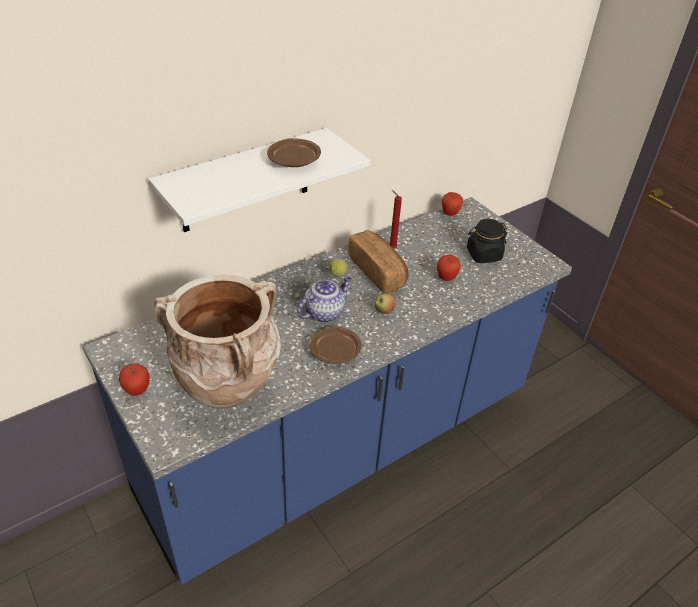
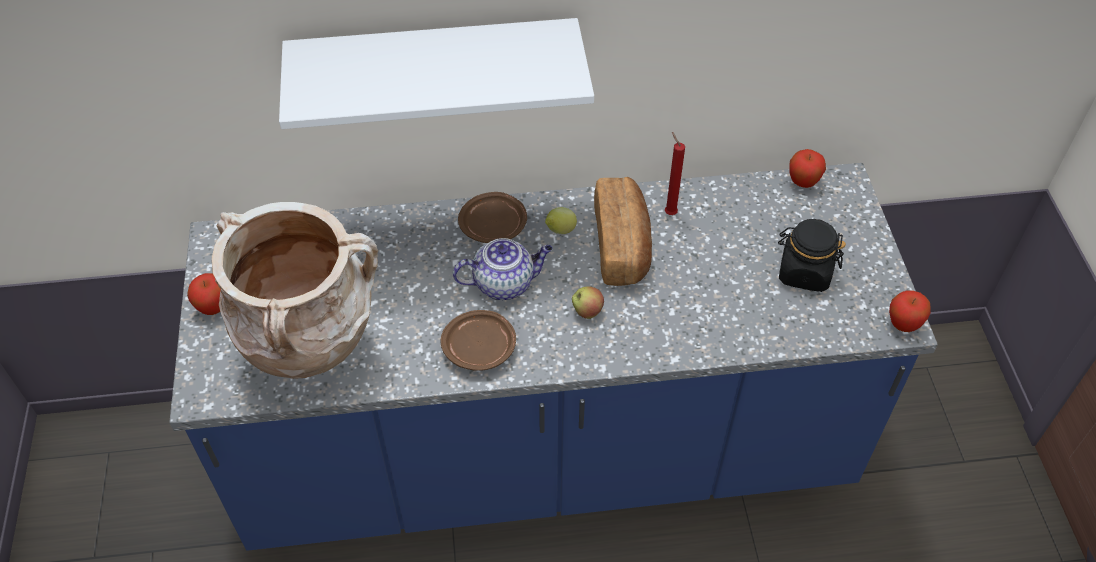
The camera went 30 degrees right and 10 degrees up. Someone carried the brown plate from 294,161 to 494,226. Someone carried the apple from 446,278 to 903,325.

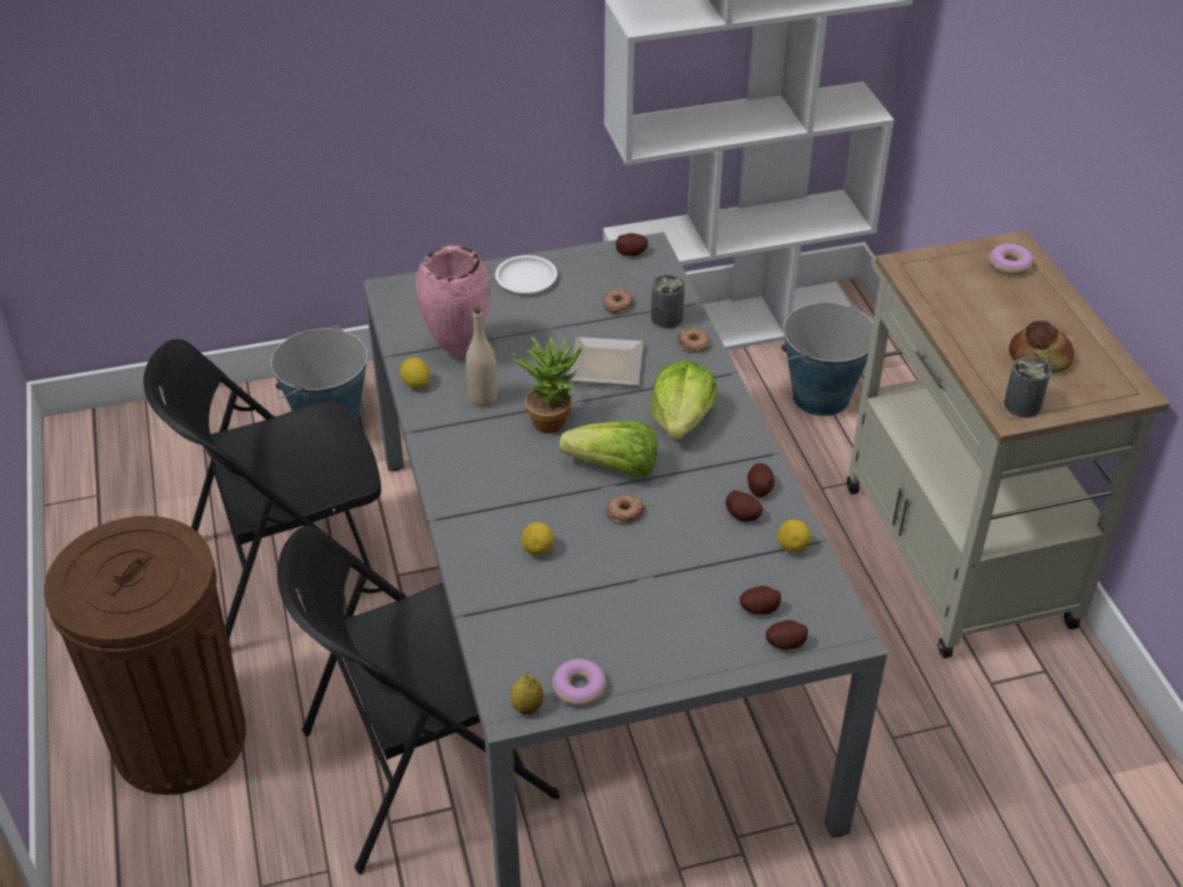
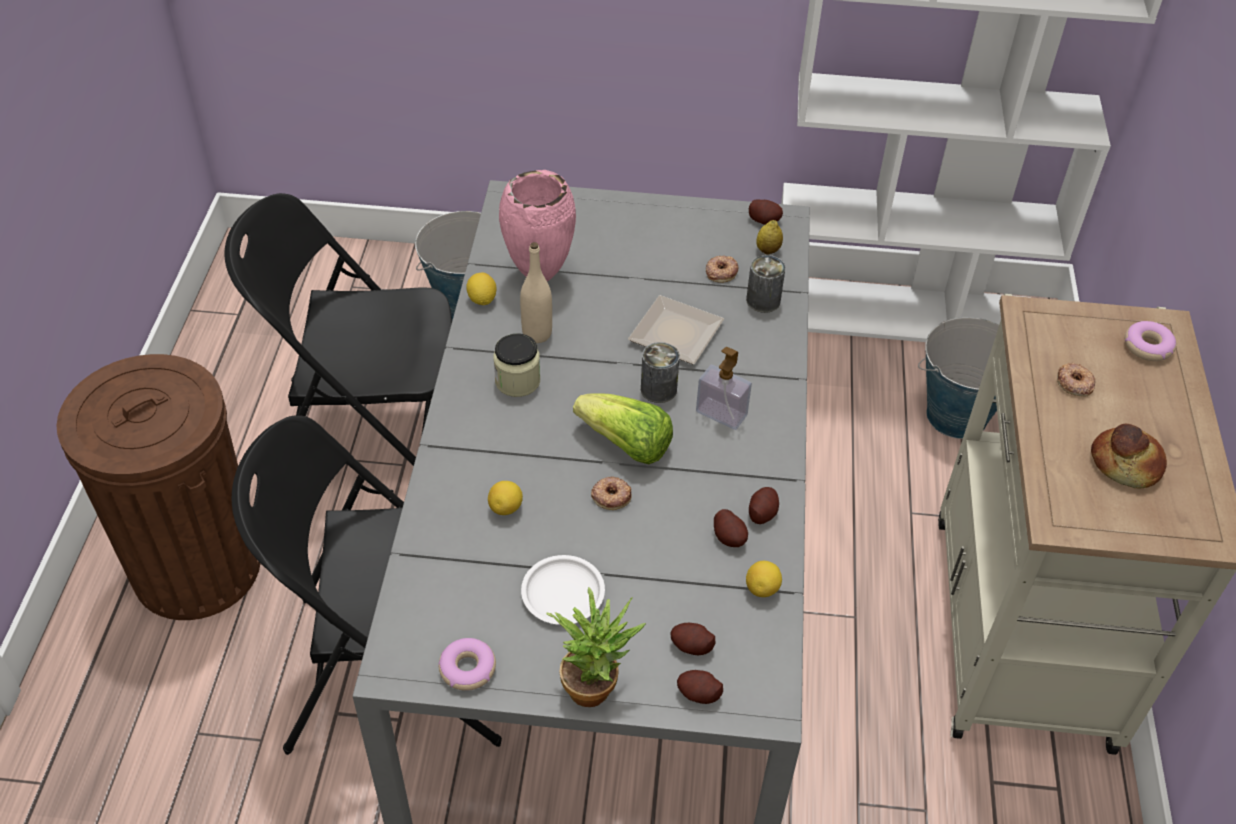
The camera went 20 degrees right and 5 degrees up. Someone carried the white plate from 526,278 to 563,593. Someone carried the donut from 693,344 to 1074,383. Someone carried the potted plant from 551,418 to 595,684. Someone carried the can from 1022,405 to 658,389. Someone swapped the lettuce at 682,419 for the soap dispenser at 721,413. Someone carried the lemon from 527,707 to 768,250. Someone put down the jar at 517,381.

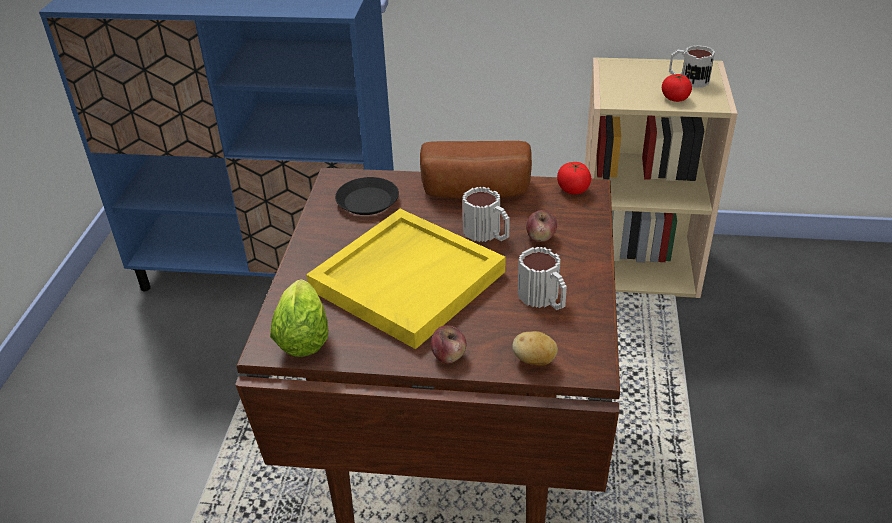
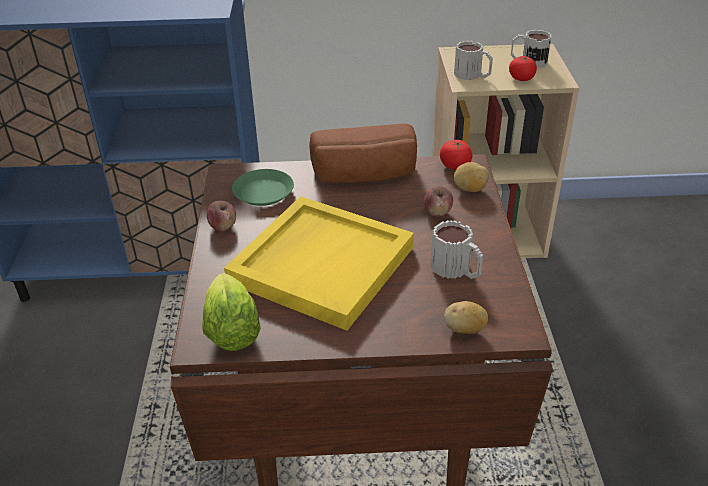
The camera went 10 degrees left and 0 degrees up. Someone repainted the black plate at 367,201, which became the green plate at 263,192. Someone carried the mug from 487,234 to 472,75. Someone carried the apple from 449,356 to 223,226. Someone put down the potato at 469,189.

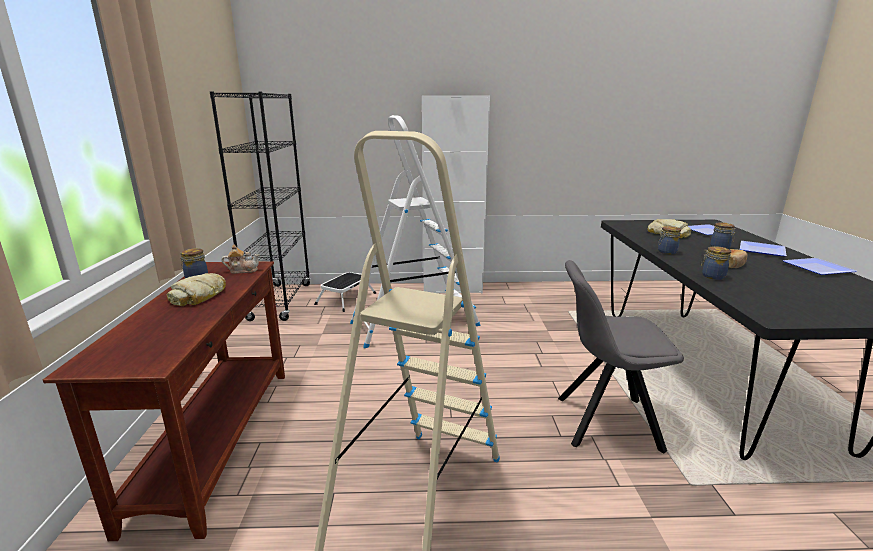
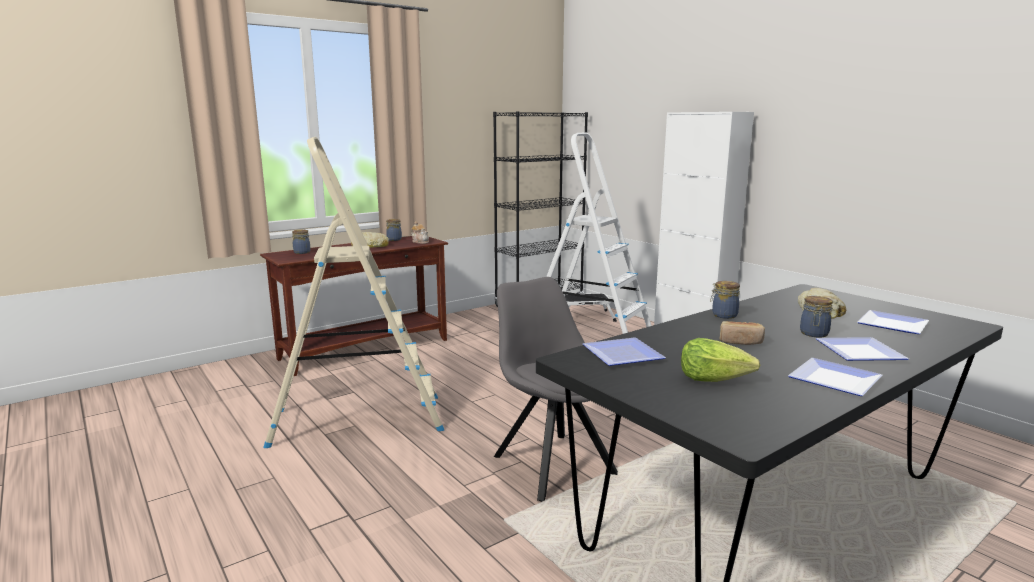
The camera went 55 degrees right and 5 degrees down. Someone carried the jar from 712,276 to 302,252. Someone put down the plate at 623,354. Someone put down the lettuce at 713,379.

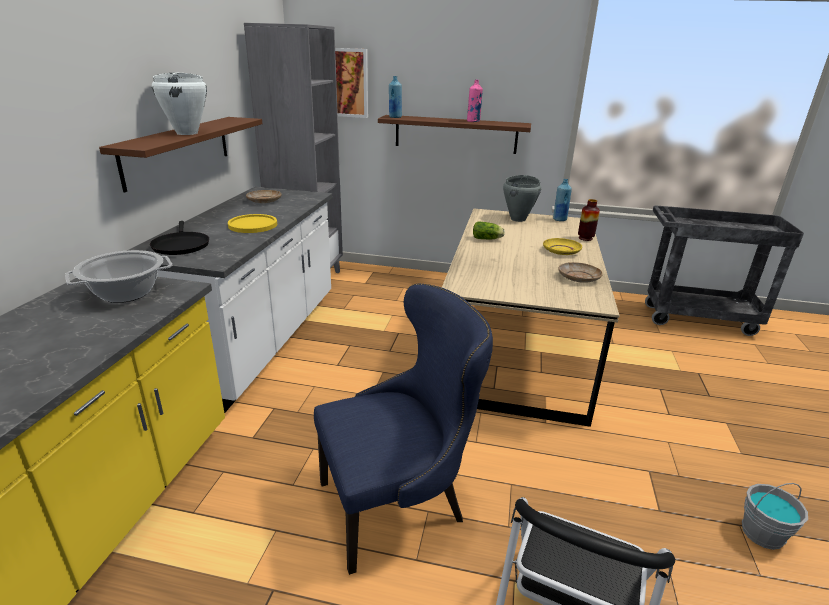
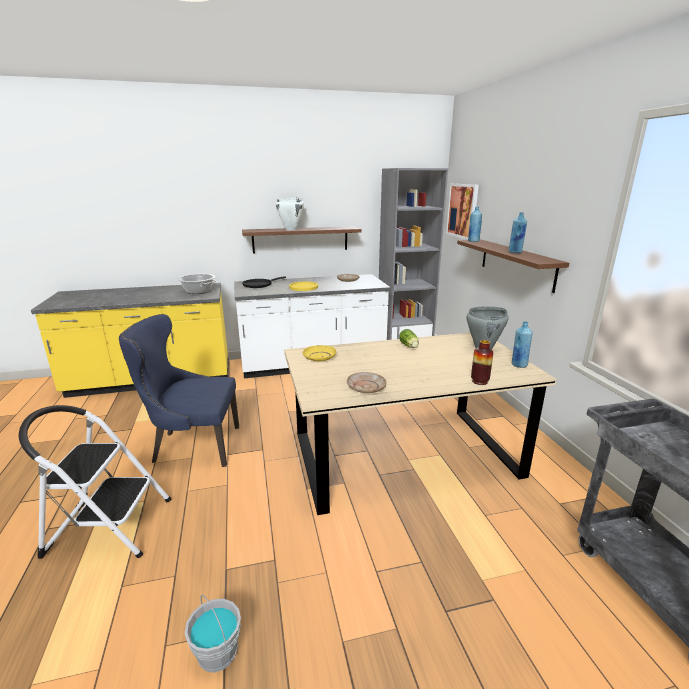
The camera went 65 degrees right and 5 degrees down. Someone repainted the pink bottle at 473,121, which became the blue bottle at 515,252. Someone carried the yellow plate from 561,251 to 319,357. Someone rotated the blue chair at 397,505 by 135 degrees clockwise.

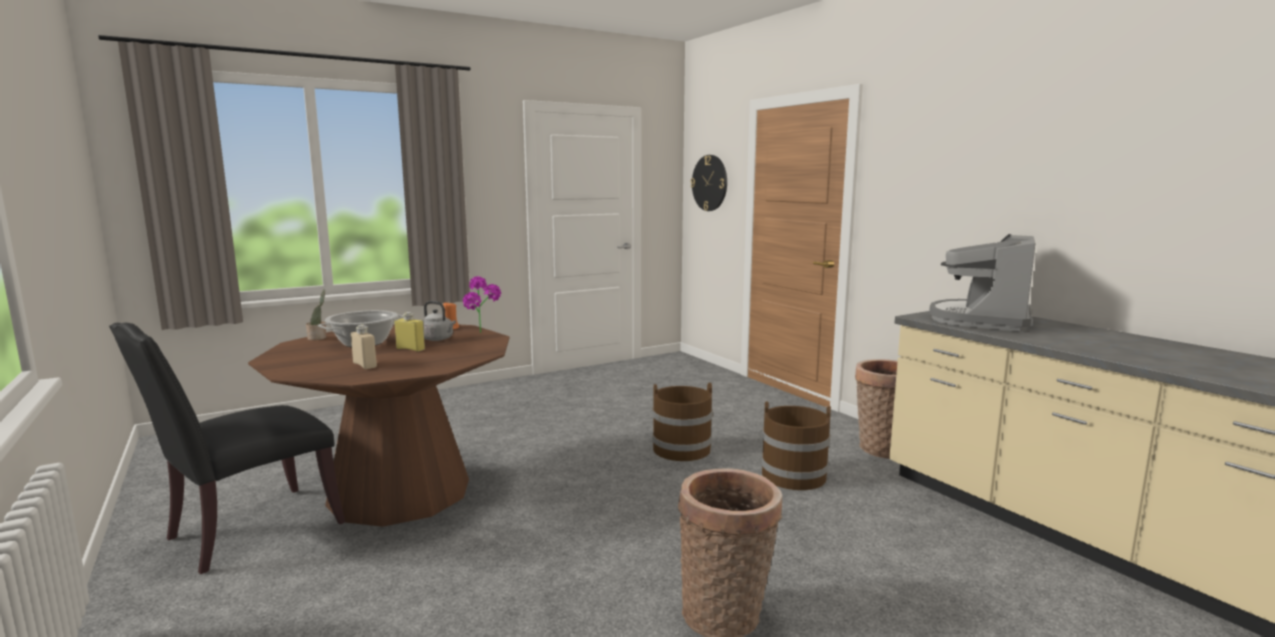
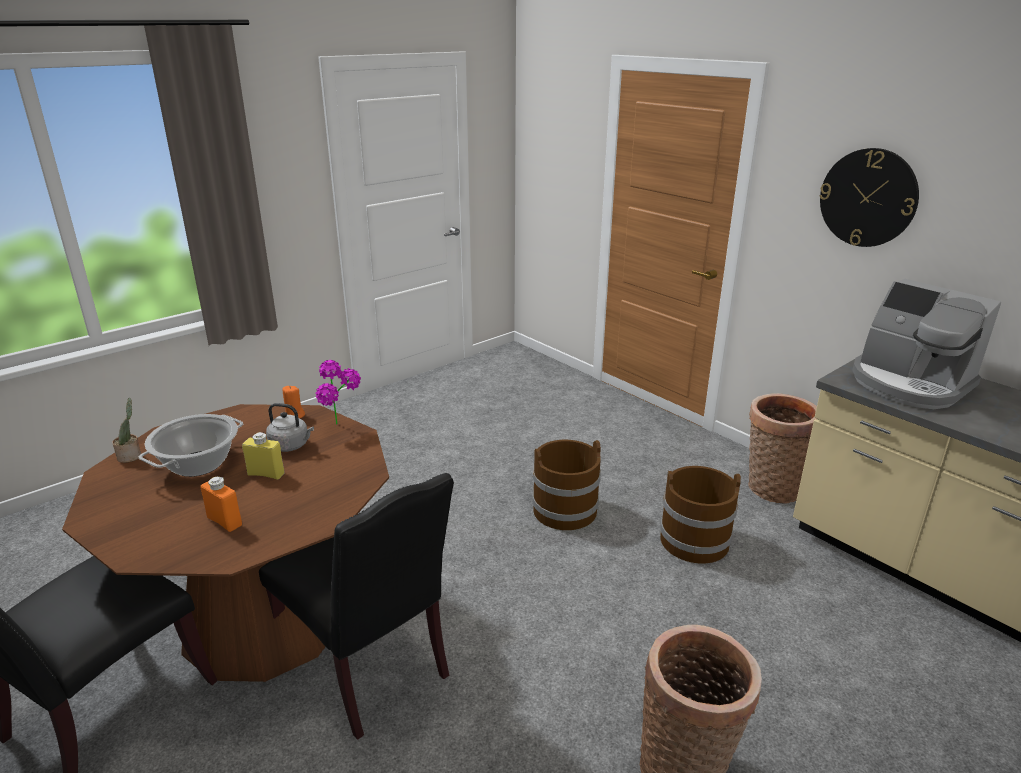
The camera went 10 degrees left and 15 degrees up. Someone carried the wall clock from 710,183 to 868,198. Someone rotated the coffee machine at 981,320 by 60 degrees counterclockwise. Someone repainted the beige bottle at 364,365, which became the orange bottle at 224,521. Someone put down the black chair at 368,667.

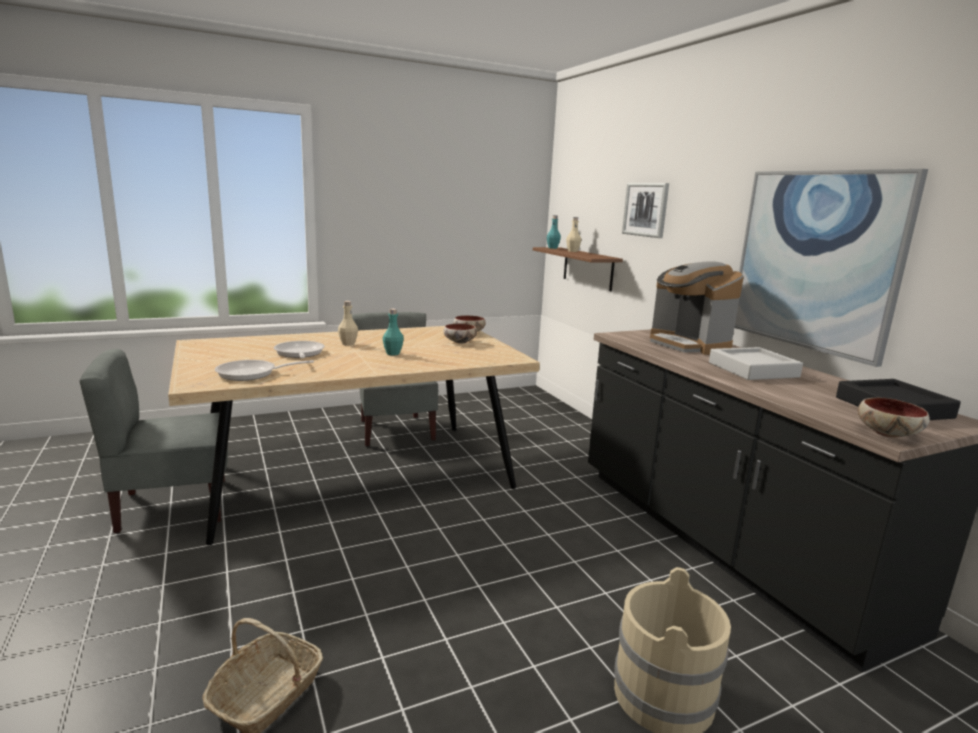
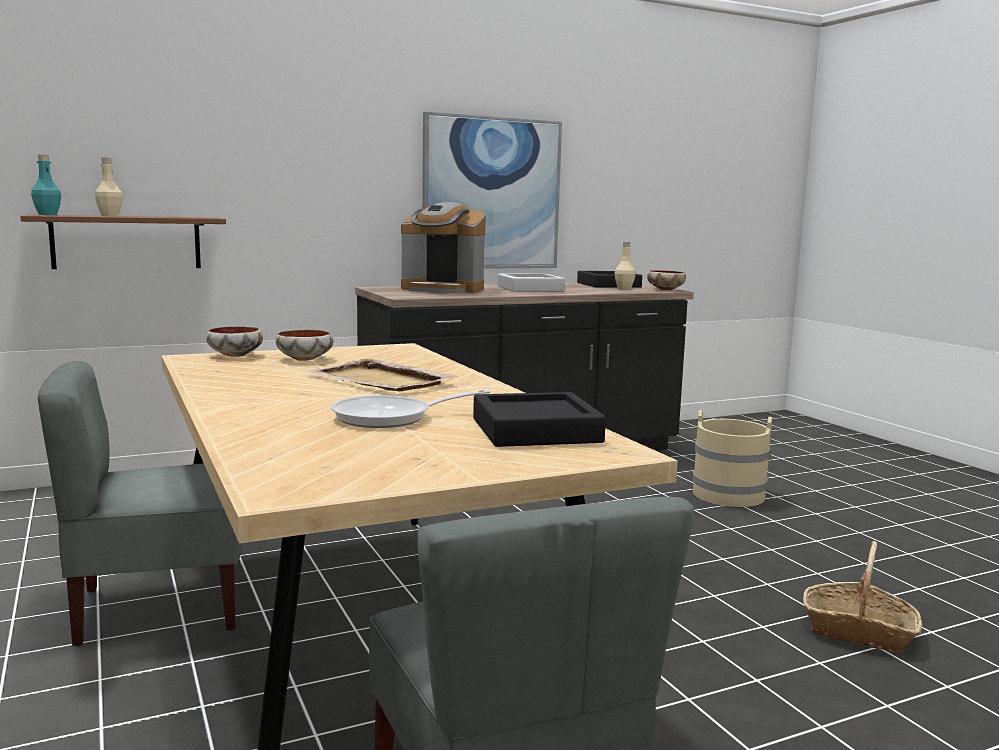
The camera went 90 degrees left and 5 degrees down. Someone took away the picture at 646,209. Someone rotated the coffee machine at 688,345 by 45 degrees clockwise. Someone carried the beige bottle from 348,344 to 624,289. Someone swapped the turquoise bottle at 393,353 for the beige tray at 381,380. Someone swapped the frying pan at 252,374 for the black tray at 535,430.

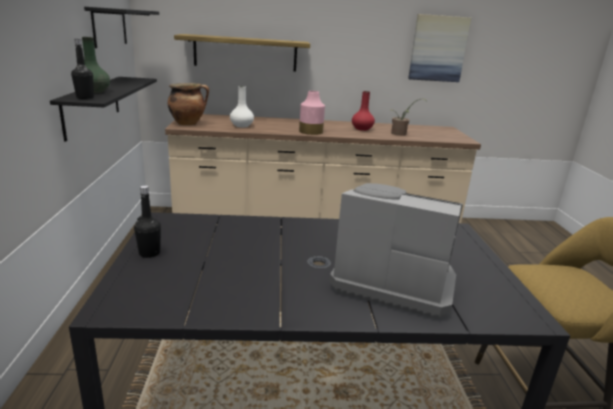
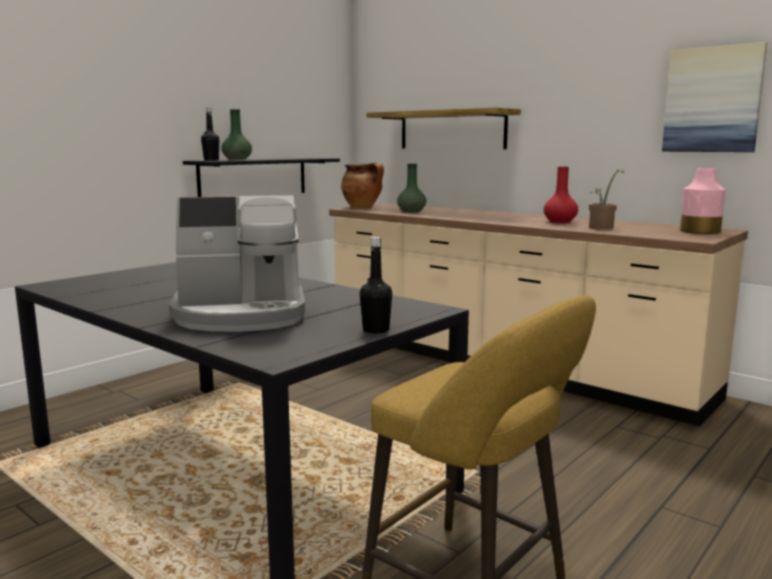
The camera went 45 degrees right and 10 degrees down. Someone took away the black shelf at 109,27. Someone repainted the white vase at 242,126, which became the green vase at 412,211. Someone carried the pink vase from 311,131 to 700,231. Someone rotated the coffee machine at 392,280 by 105 degrees clockwise. Someone carried the black bottle from 149,253 to 376,330.

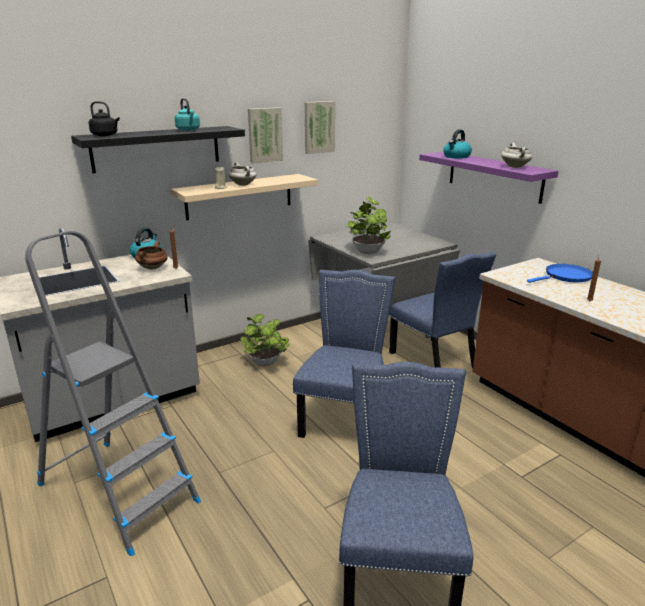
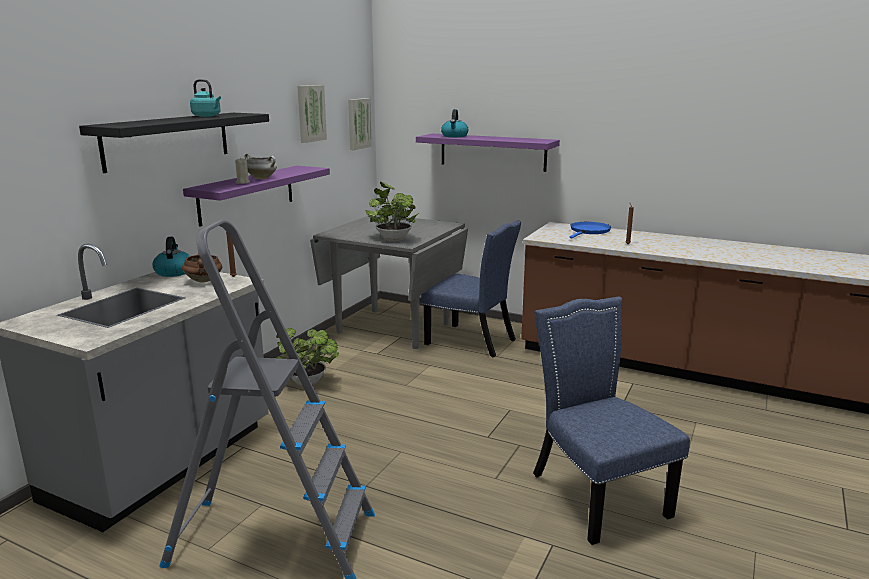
The camera went 30 degrees left and 5 degrees down. Someone took away the black kettle at 106,135. Someone carried the picture from 264,135 to 358,123. Someone took away the white cooking pot at 515,167. Someone repainted the beige shelf at 239,196, which became the purple shelf at 247,194. Someone took away the blue chair at 344,418.

